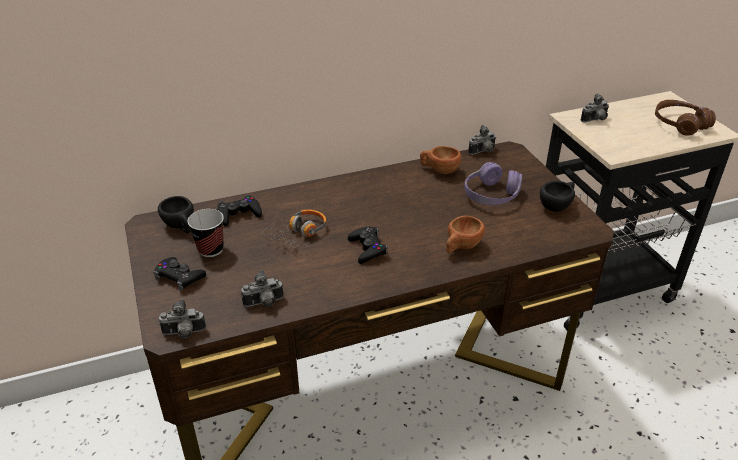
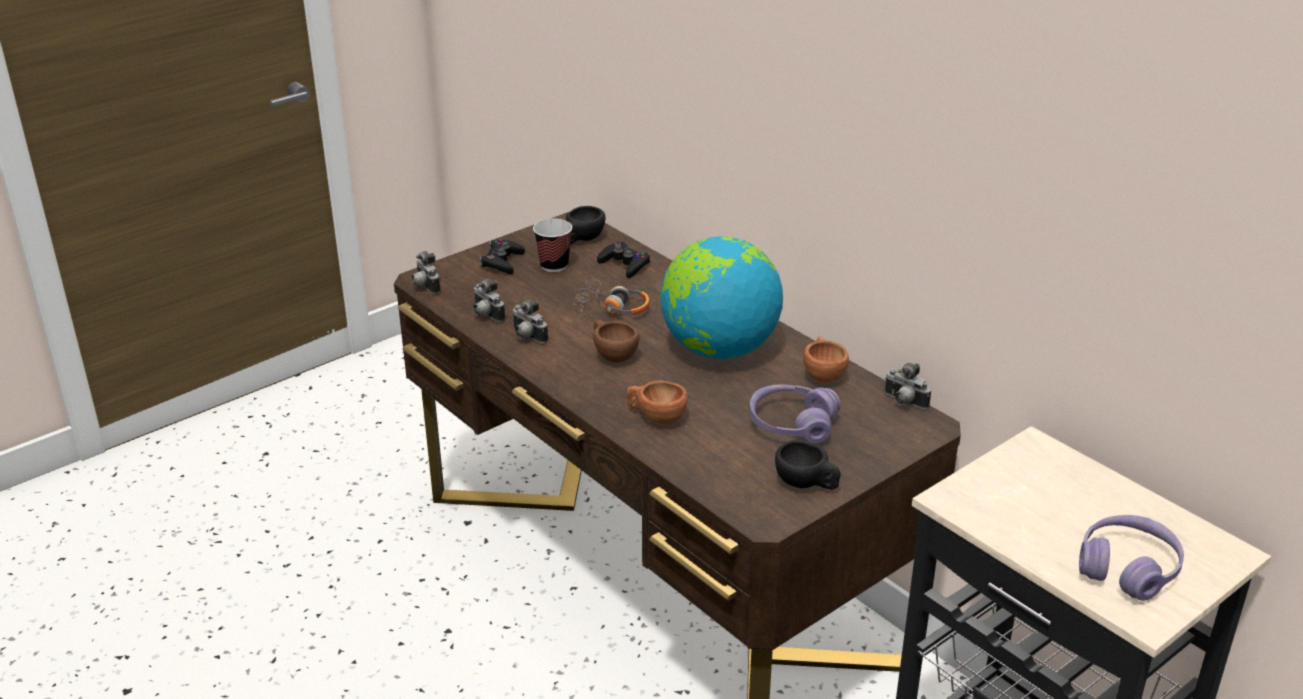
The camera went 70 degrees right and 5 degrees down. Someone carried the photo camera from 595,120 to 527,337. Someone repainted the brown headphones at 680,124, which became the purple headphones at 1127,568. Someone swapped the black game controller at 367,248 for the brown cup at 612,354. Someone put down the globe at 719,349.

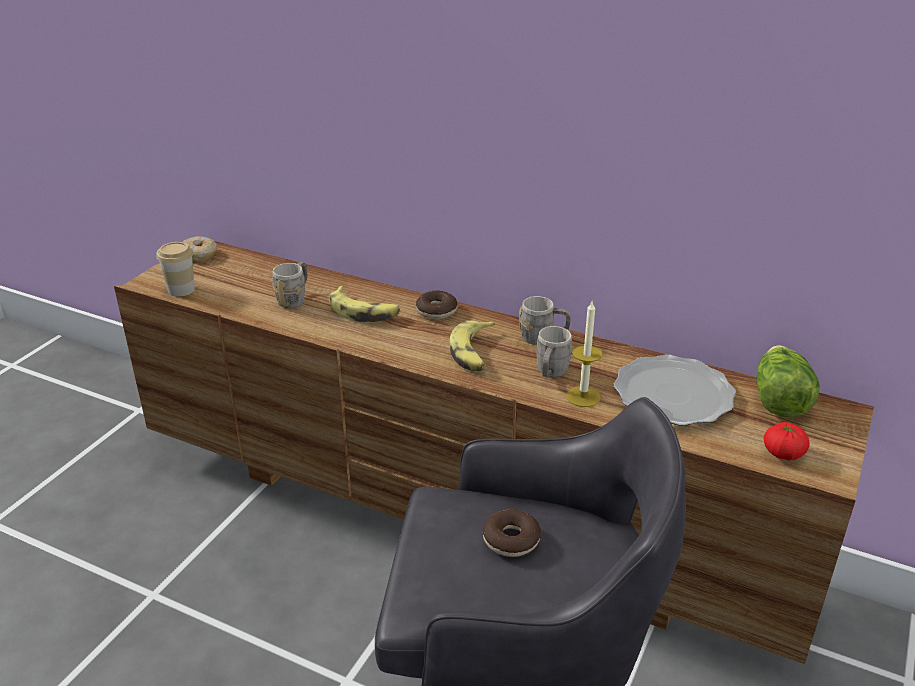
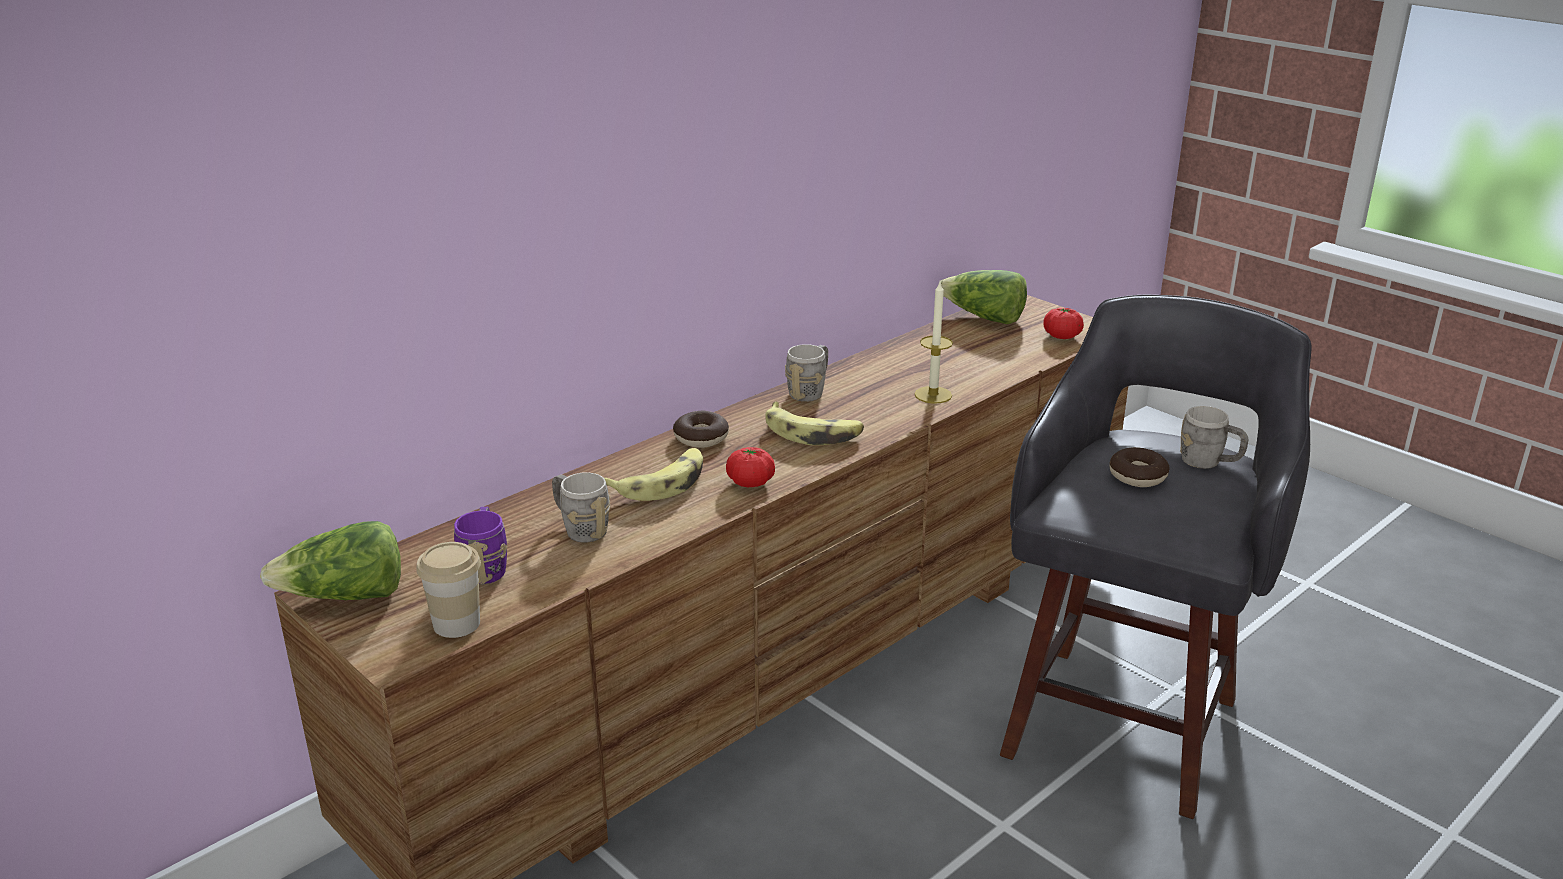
The camera went 70 degrees left and 5 degrees down. Someone swapped the donut at 200,254 for the lettuce at 345,597. Someone carried the grey mug from 550,373 to 1209,463. Someone took away the plate at 674,395. Someone put down the tomato at 750,482. Someone put down the purple mug at 485,567.

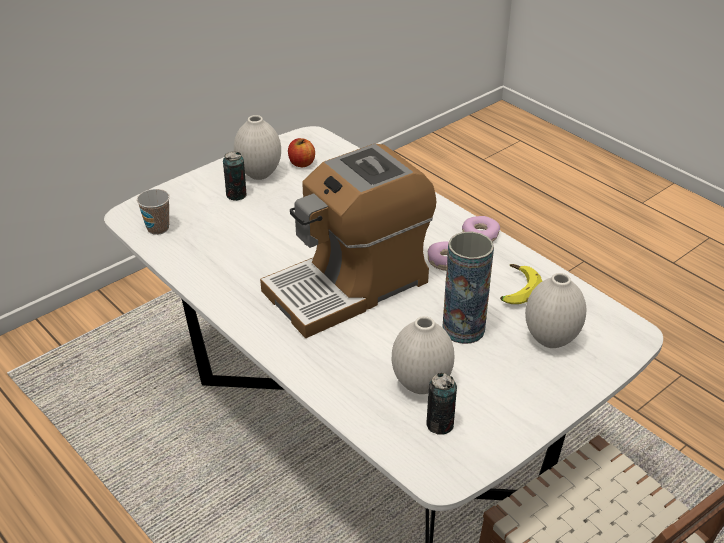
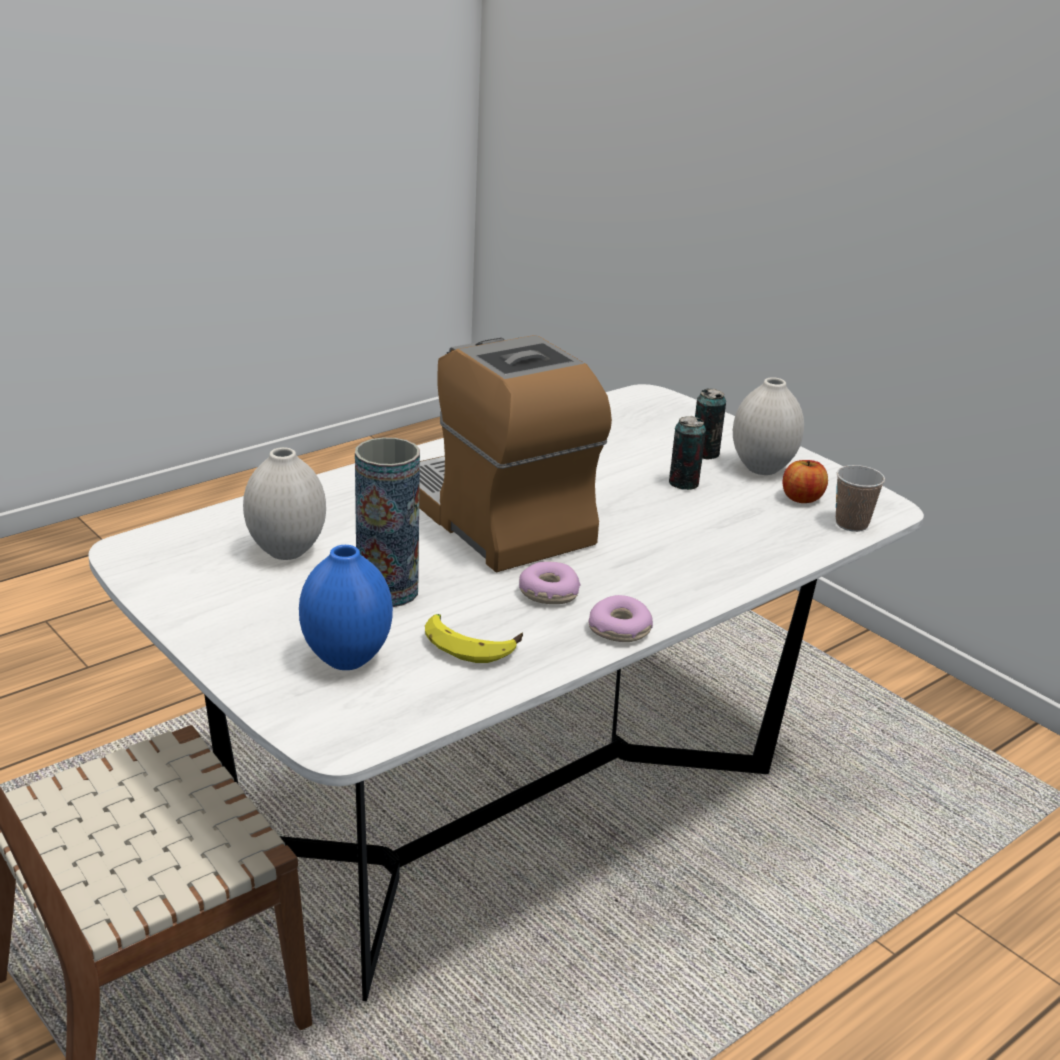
The camera went 90 degrees right and 10 degrees down. Someone carried the cup from 158,228 to 851,524. Someone repainted the white vase at 550,339, which became the blue vase at 347,659. Someone carried the can from 440,425 to 683,483.

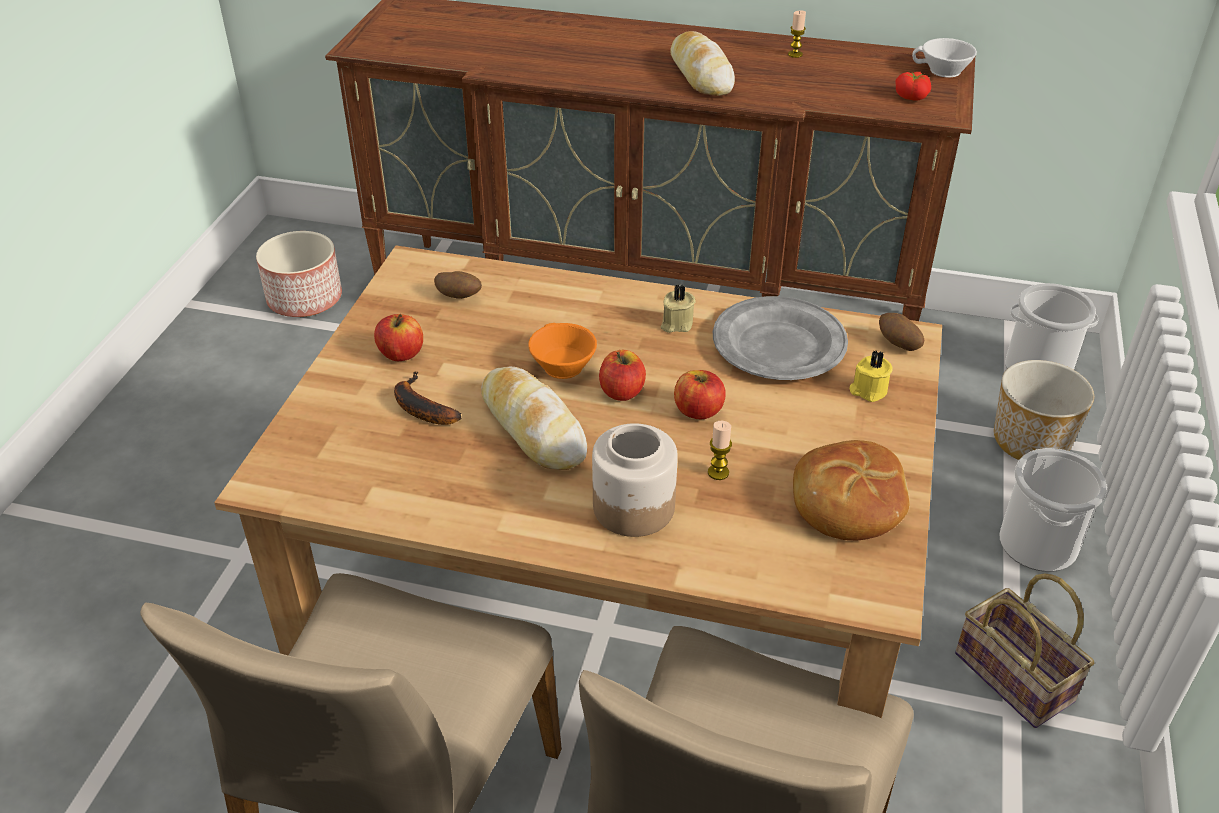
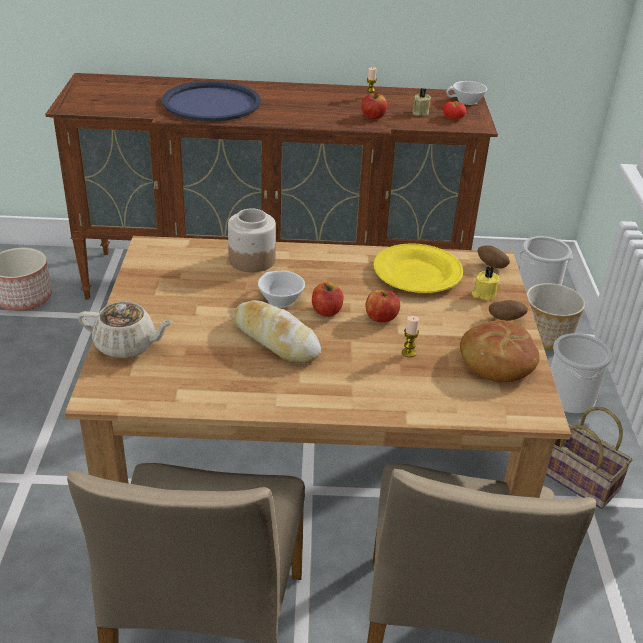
The camera went 15 degrees left and 5 degrees down. Someone took away the bread at 700,74. Someone carried the potato from 459,297 to 506,319. Someone carried the beige candle from 676,324 to 419,112. Someone repainted the grey plate at 778,346, which became the yellow plate at 417,274. Someone carried the apple from 401,354 to 373,117. Someone repainted the orange cup at 560,365, which became the white cup at 278,299. Someone took away the banana at 419,407. Someone carried the jar from 632,507 to 251,260. Someone put down the blue tray at 211,103. Someone put down the beige teapot at 127,346.

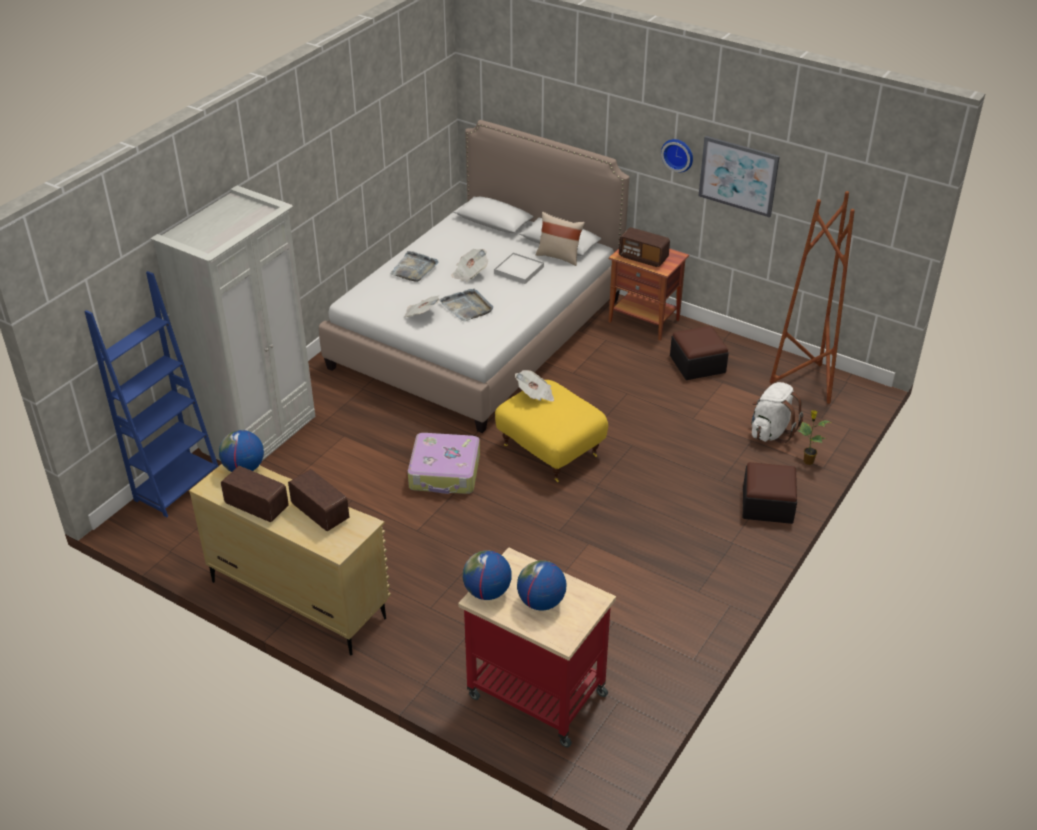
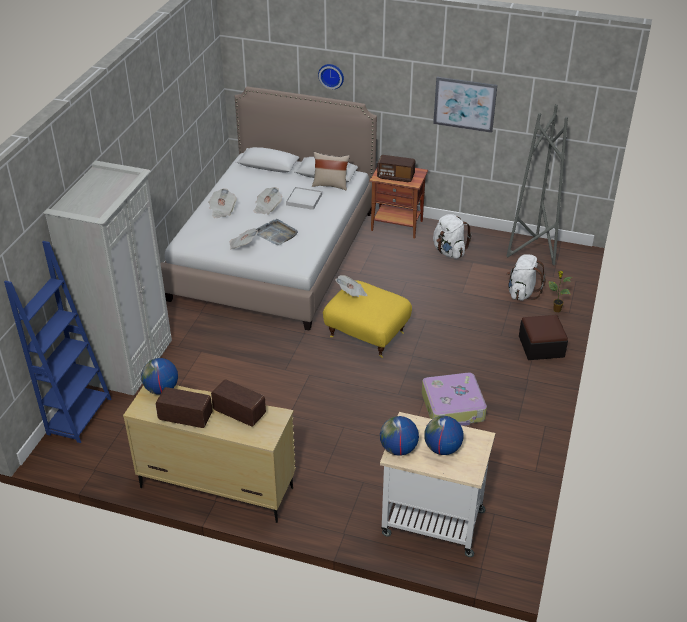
The camera went 15 degrees left and 0 degrees up. Someone carried the wall clock from 678,154 to 331,75. Someone repainted the brown clothes rack at 807,384, which became the grey clothes rack at 533,253. Someone swapped the grey tray at 414,269 for the newspaper at 222,210. Someone swapped the ottoman at 697,364 for the white backpack at 449,252. Someone carried the suitcase from 445,473 to 453,407. Someone repainted the red cart at 536,696, which became the white cart at 432,523.

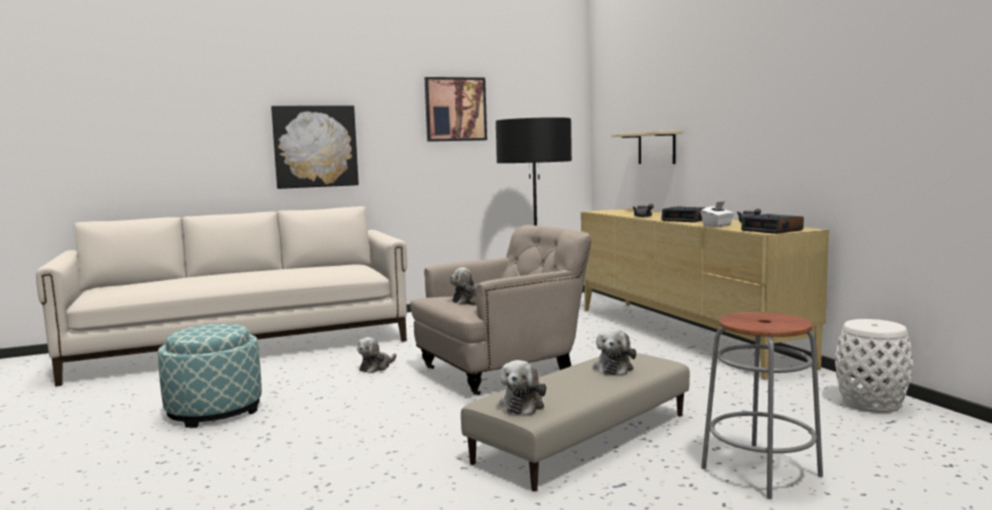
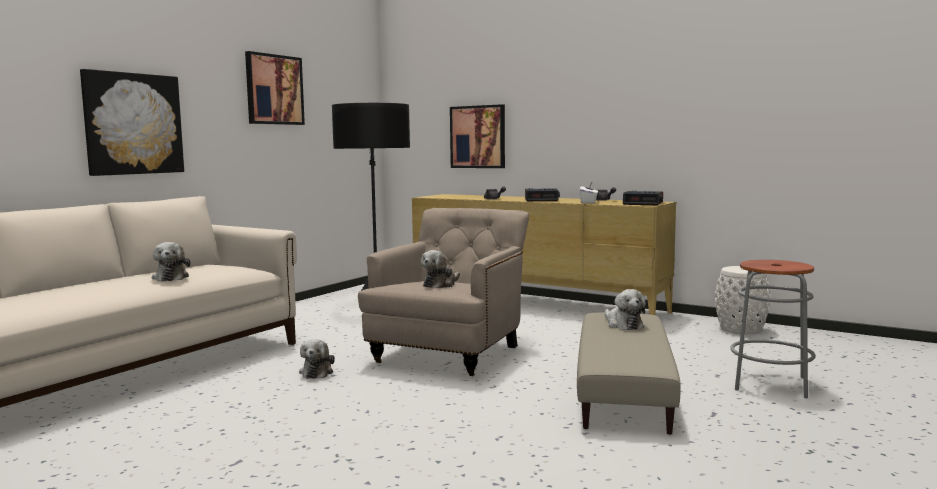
The camera went 35 degrees left and 0 degrees up. Someone swapped the beige shelf at 656,148 for the picture at 478,137. Someone took away the ottoman at 214,411. Someone carried the plush toy from 523,405 to 171,277.

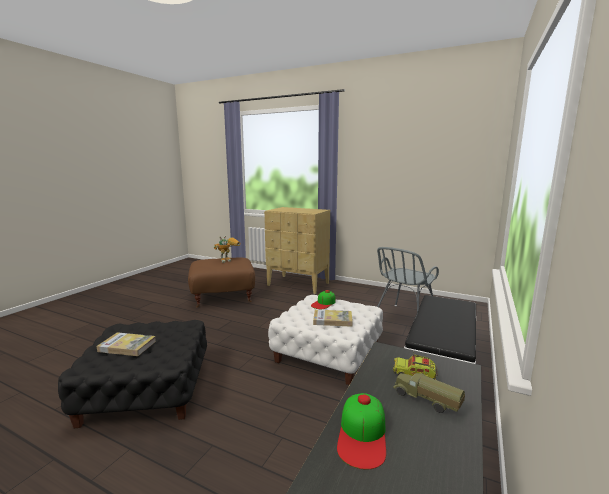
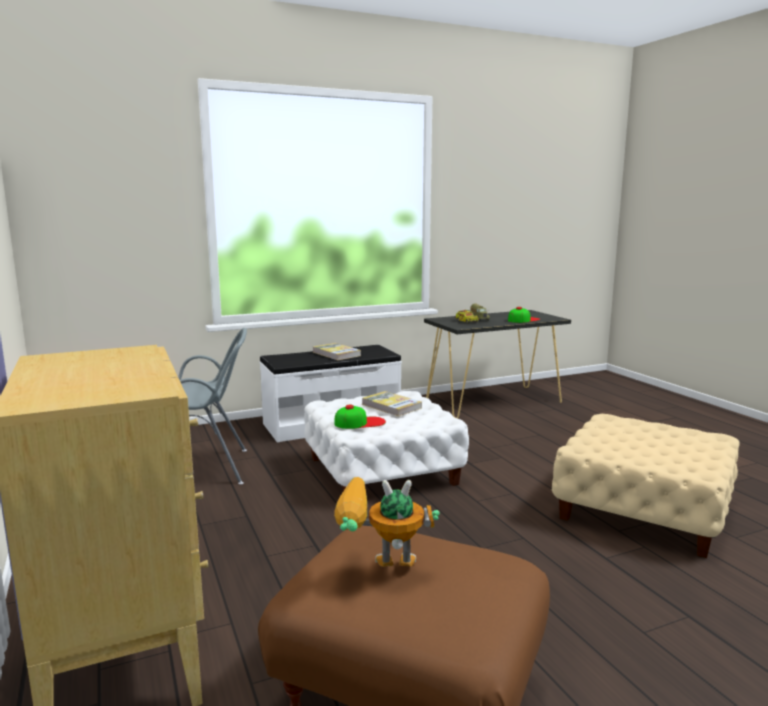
The camera went 140 degrees left and 0 degrees up. Someone repainted the black ottoman at 147,390, which became the beige ottoman at 643,509. Someone carried the book from 127,346 to 336,354.

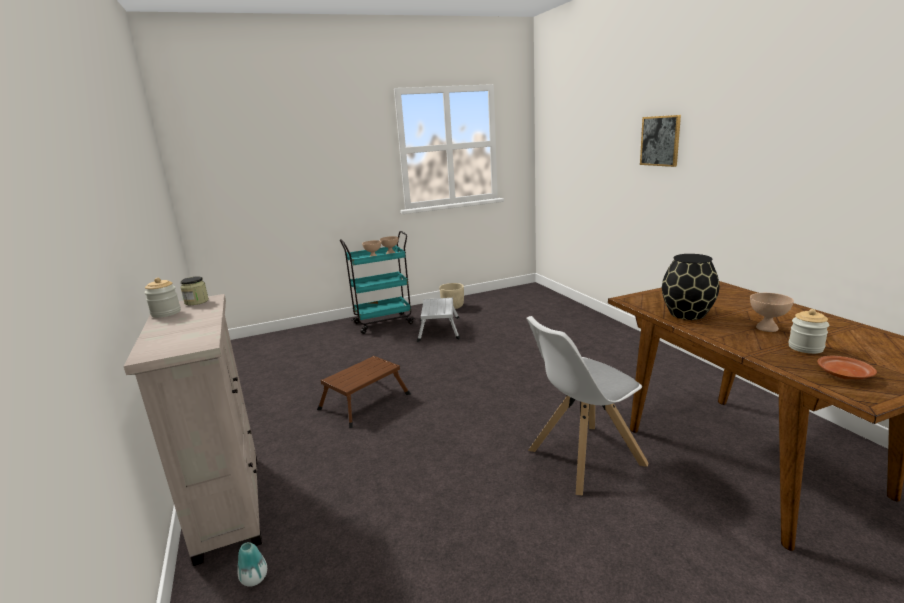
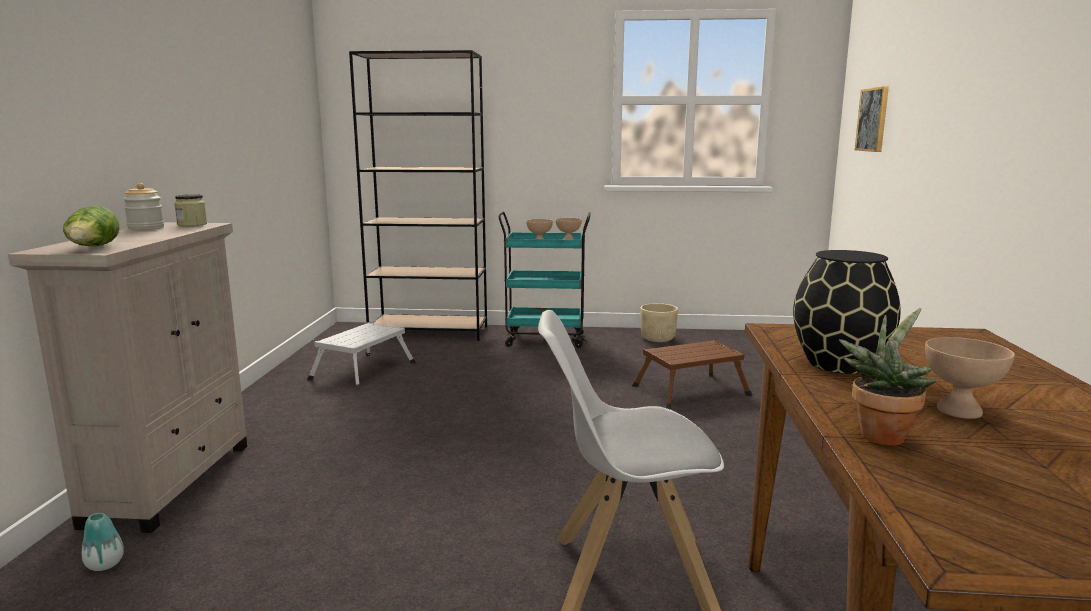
The camera went 25 degrees right and 5 degrees down. Someone carried the picture from 660,141 to 873,119. Someone carried the white step ladder from 439,329 to 363,370. Someone took away the jar at 805,347. Someone carried the brown step ladder from 365,401 to 691,390. Someone took away the brown plate at 843,374. Someone put down the beige bookcase at 429,332. Someone put down the lettuce at 93,248. Someone put down the potted plant at 881,434.

